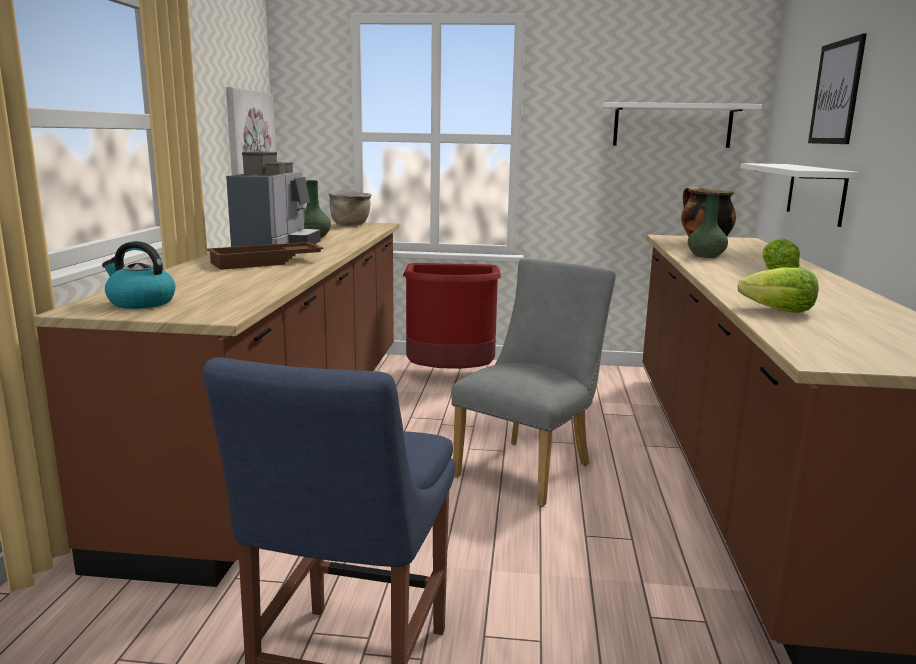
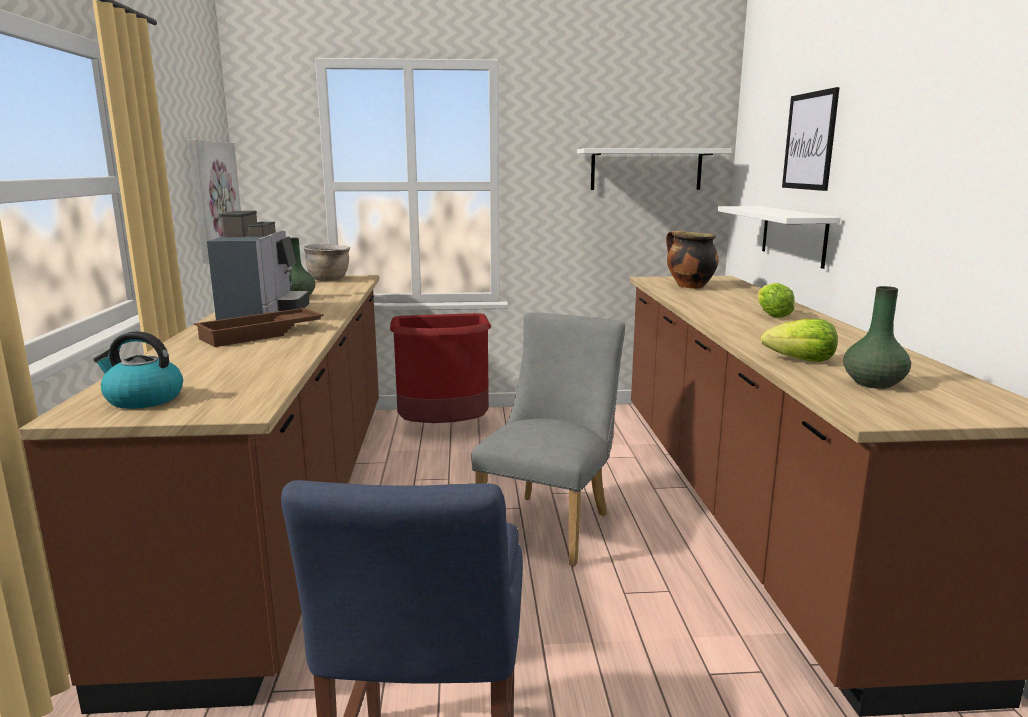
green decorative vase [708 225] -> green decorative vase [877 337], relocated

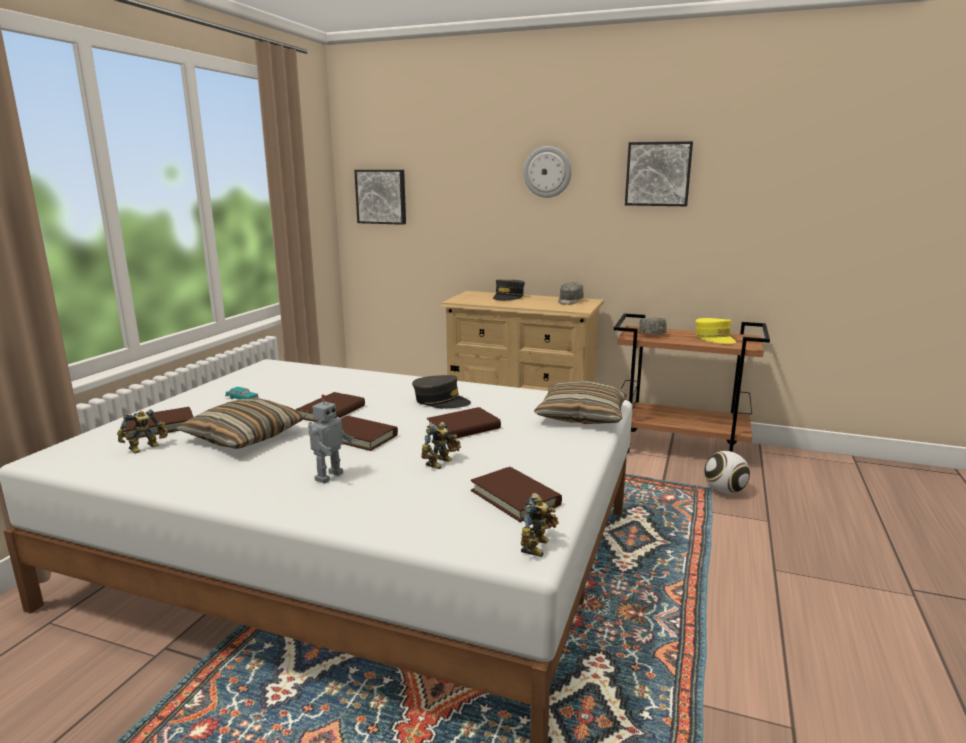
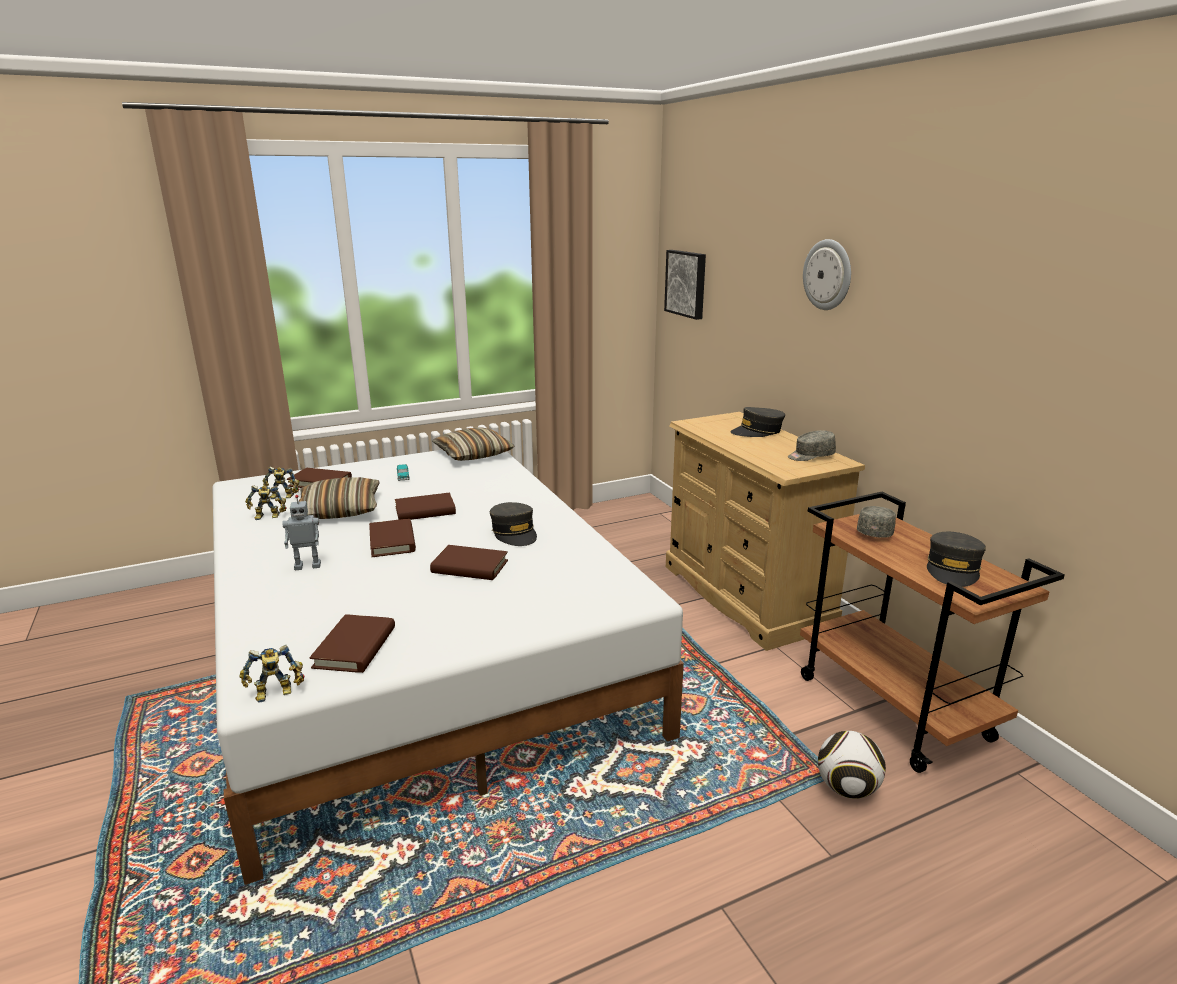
model robot [441 445] -> model robot [266 502], relocated
pillow [580 402] -> pillow [473 444], relocated
yellowish cap [715 331] -> gray cap [956 559]
wall picture [659 173] -> none

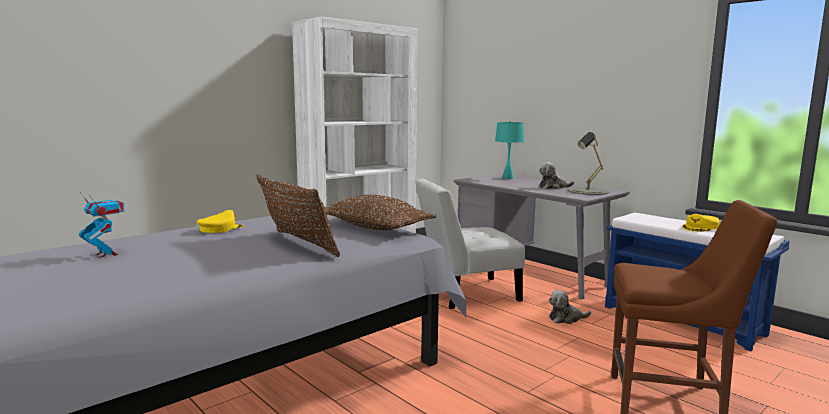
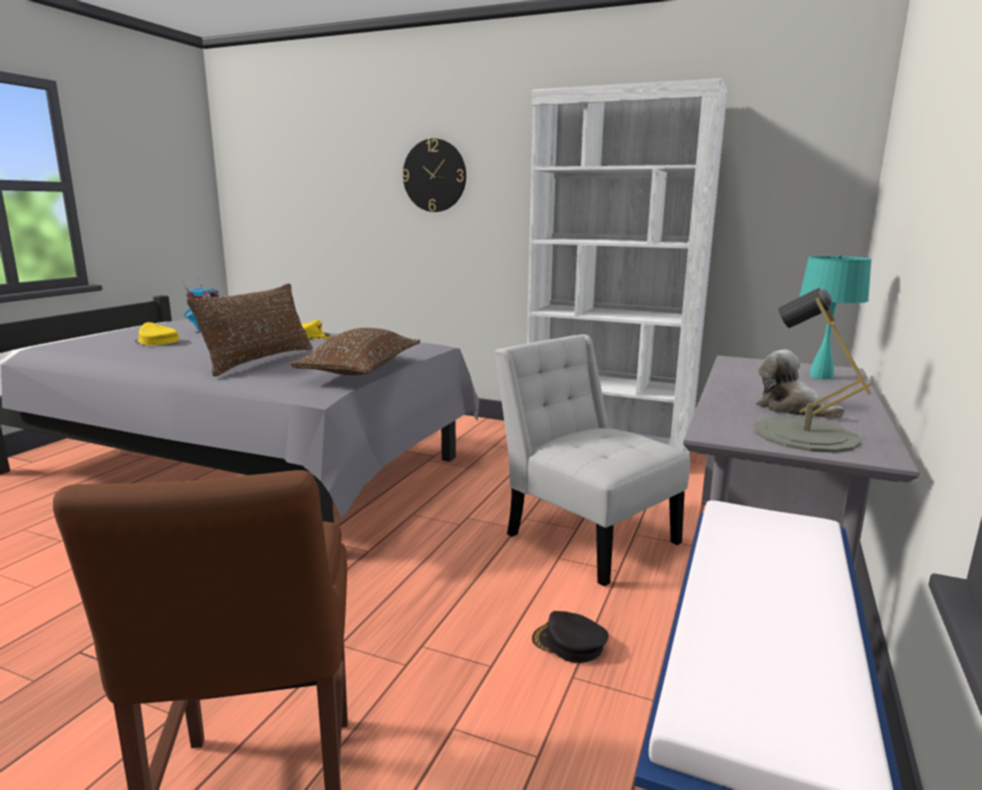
yellowish cap [701 223] -> yellowish cap [157 333], relocated
none -> hanging clock [434 175]
plush toy [570 307] -> black-coloured cap [570 637]

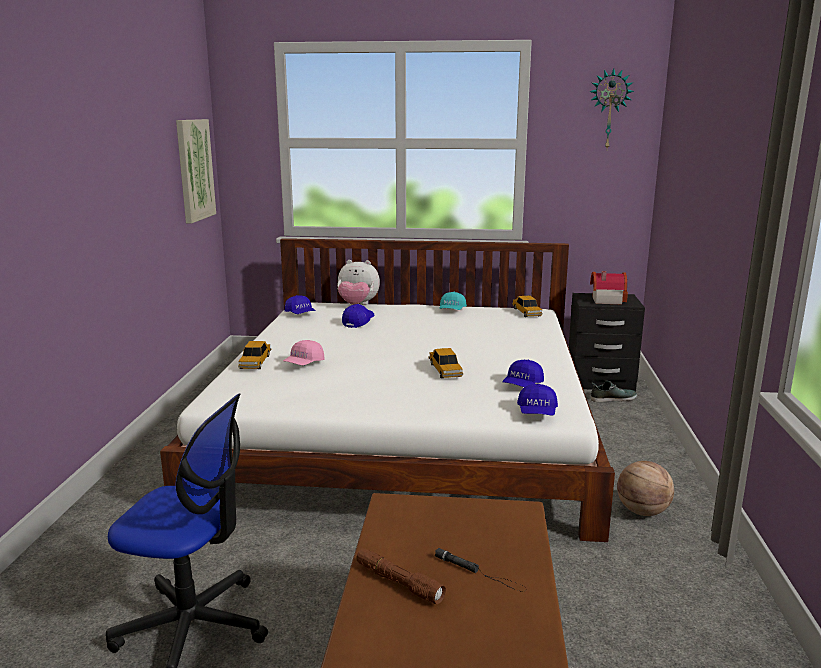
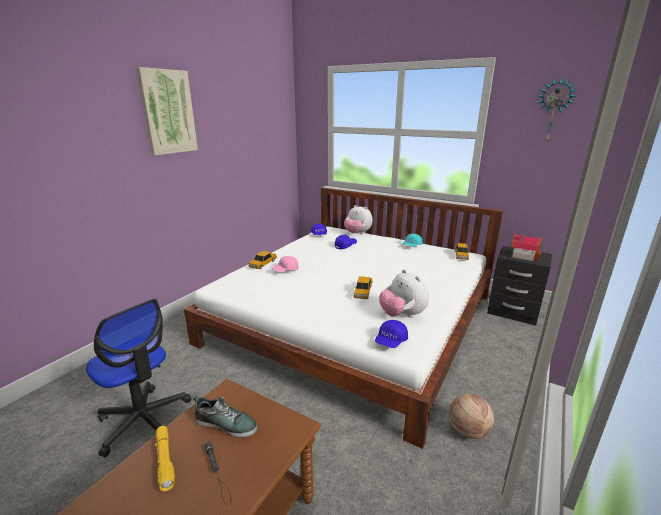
wall picture [196 171] -> wall picture [167 111], relocated
brown flashlight [401 576] -> yellowish flashlight [165 458]
item of footwear [614 391] -> item of footwear [225 416], relocated
blue cap [523 373] -> plush toy [404 293]

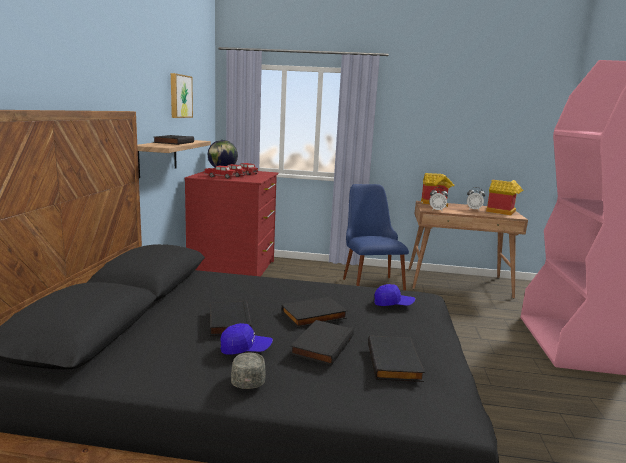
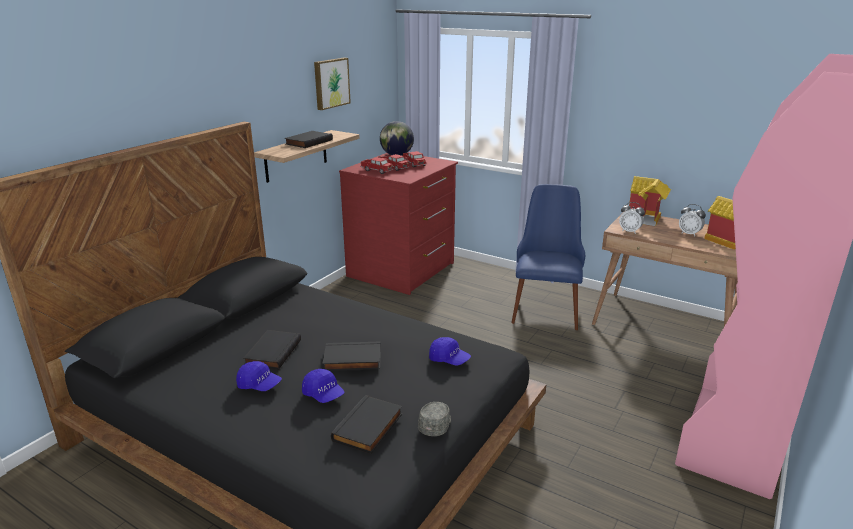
black-coloured volume [322 343] -> blue cap [323 386]
gray cap [248 371] -> gray cap [434 419], relocated

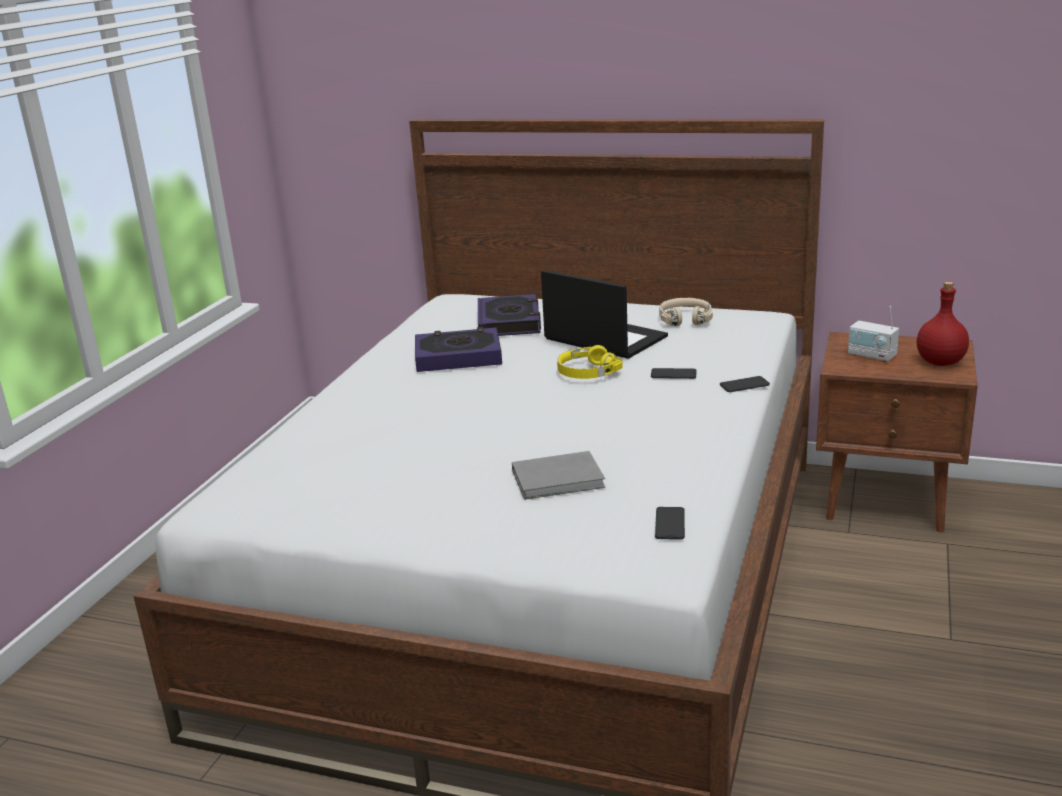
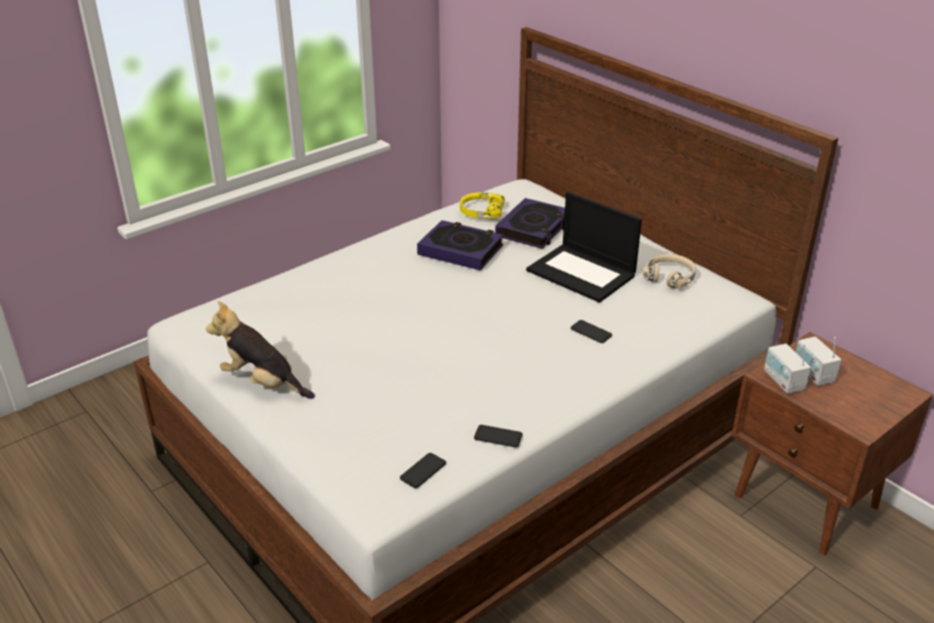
none -> plush toy [260 350]
yellowish headset [590 362] -> yellowish headset [482 205], relocated
phone [745 384] -> phone [498 436], relocated
notebook computer [604 314] -> notebook computer [584 247], 150 degrees clockwise
none -> radio [787 369]
gray volume [558 475] -> none
red-coloured beverage bottle [943 324] -> none

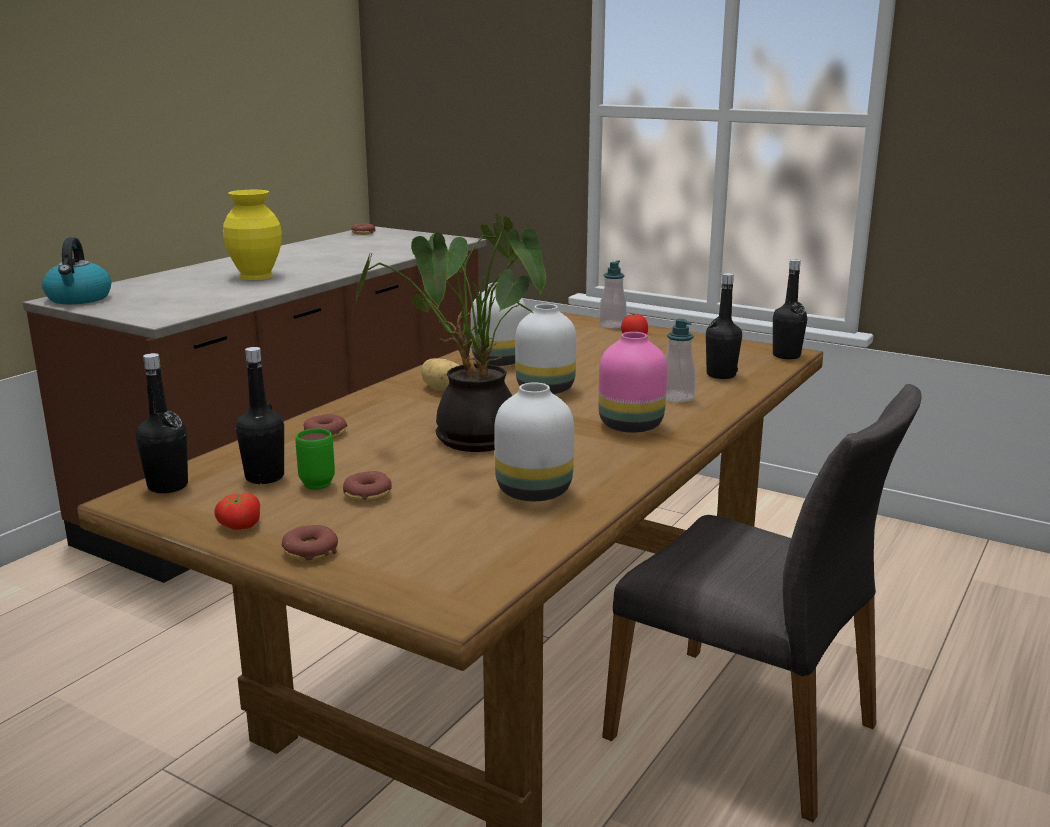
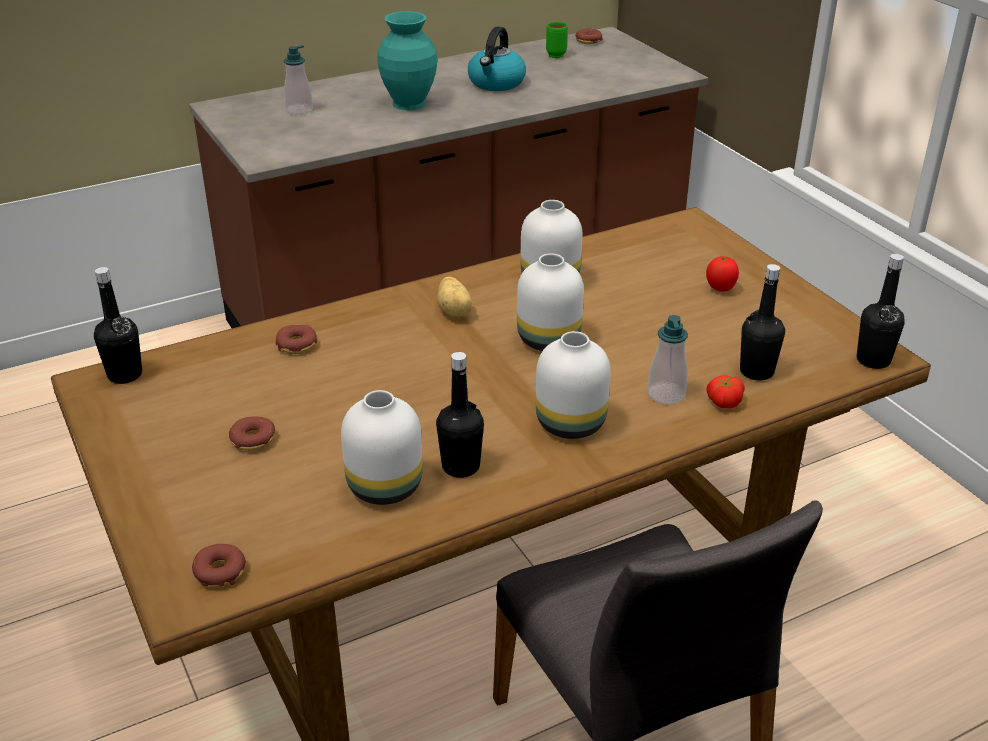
donut [310 543] -> donut [219 565], relocated
liquid soap bottle [613 294] -> liquid soap bottle [298 80], relocated
yellowish decorative vase [252 235] -> turquoise decorative vase [407 61]
black-coloured beverage bottle [260 415] -> black-coloured beverage bottle [460 415], relocated
kettle [76 270] -> kettle [497 59], relocated
pink decorative vase [632 382] -> white-coloured decorative vase [573 385]
green tea mug [315 459] -> green tea mug [557 40], relocated
whole tomato [237 511] -> whole tomato [725 392], relocated
plant in a pot [450 332] -> none

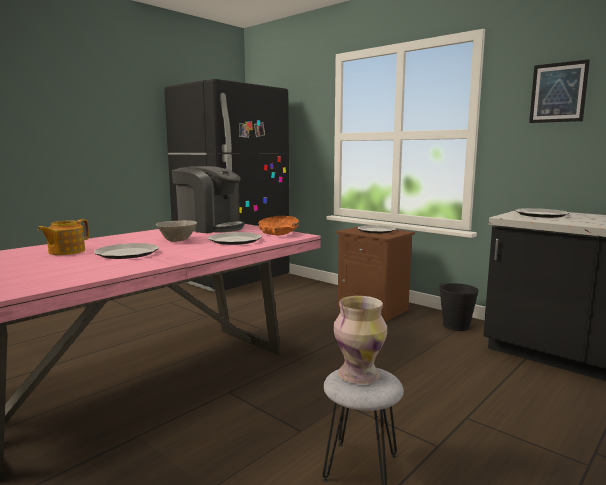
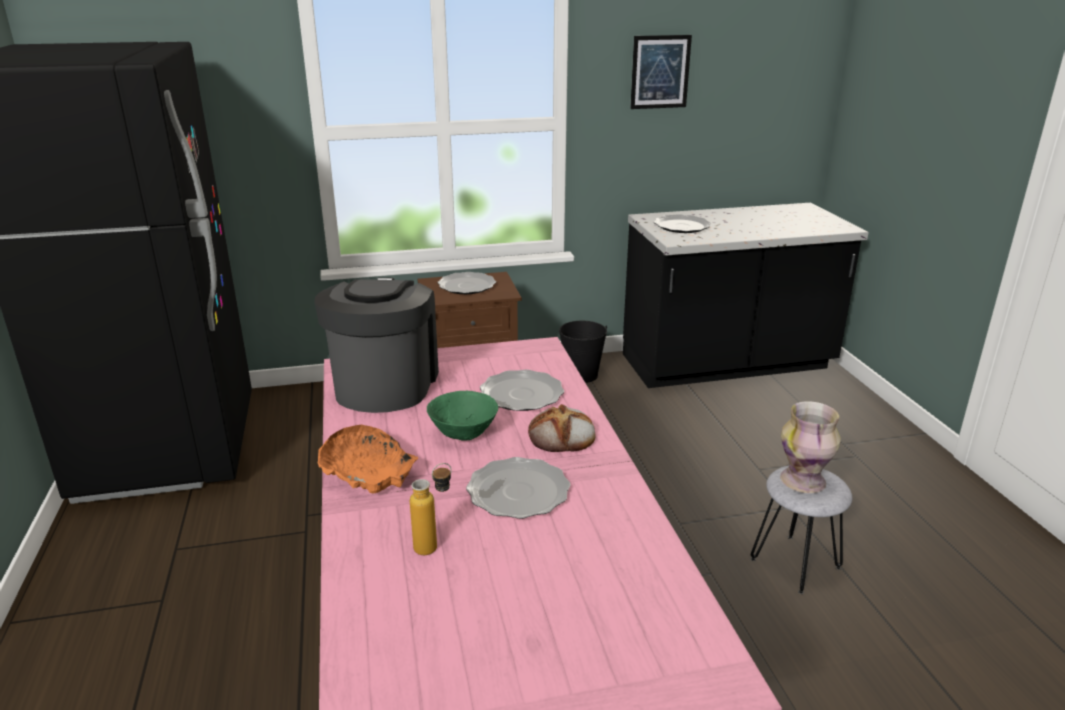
coffee machine [208 199] -> coffee machine [376 345], 60 degrees counterclockwise
orange deep dish [278 226] -> orange deep dish [368 459], relocated
pot for tea [63 237] -> beverage bottle [431 509]
gray deep dish [176 231] -> green deep dish [462 416]
none -> bread [562 428]

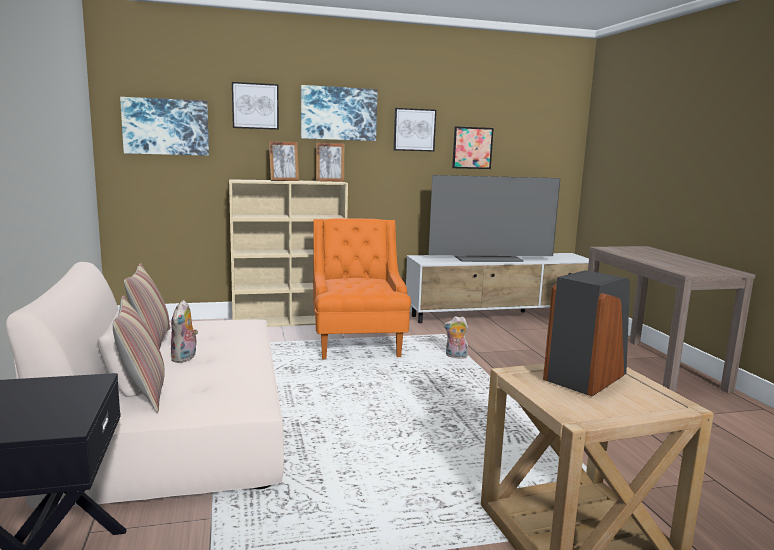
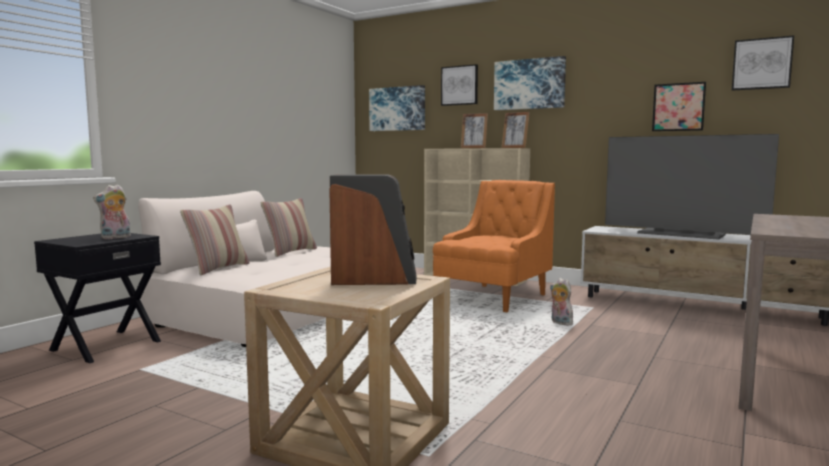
plush toy [184 331] -> plush toy [112 211], relocated
wall picture [414 130] -> wall picture [763 63], relocated

